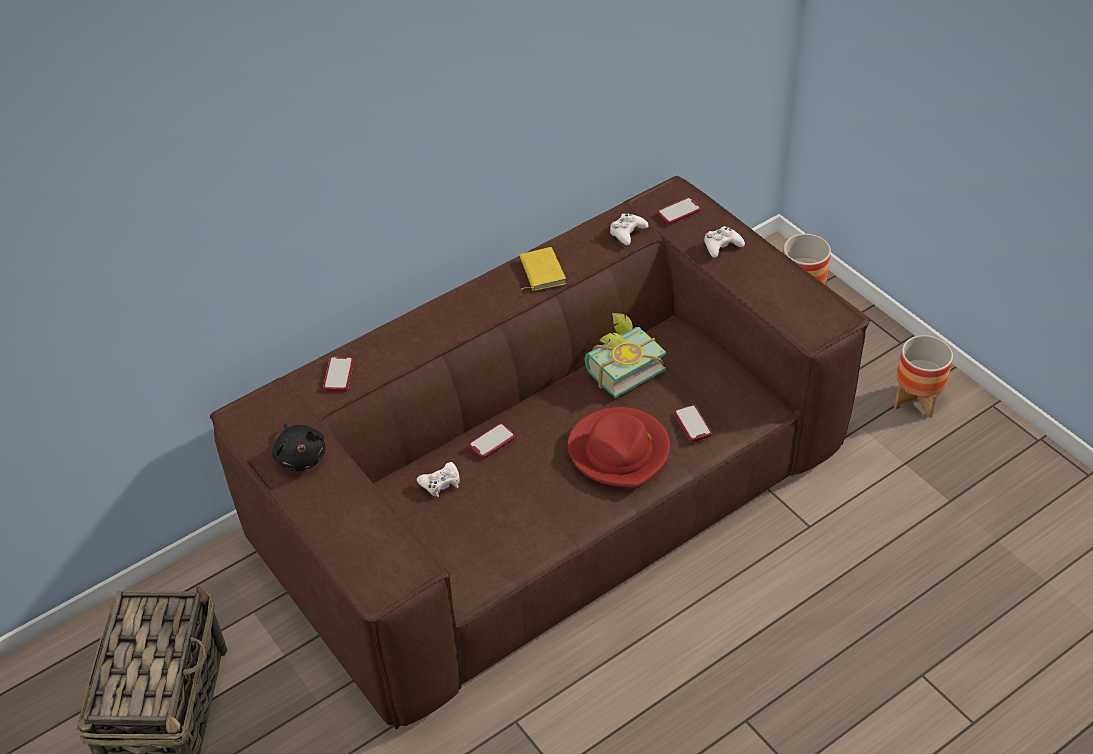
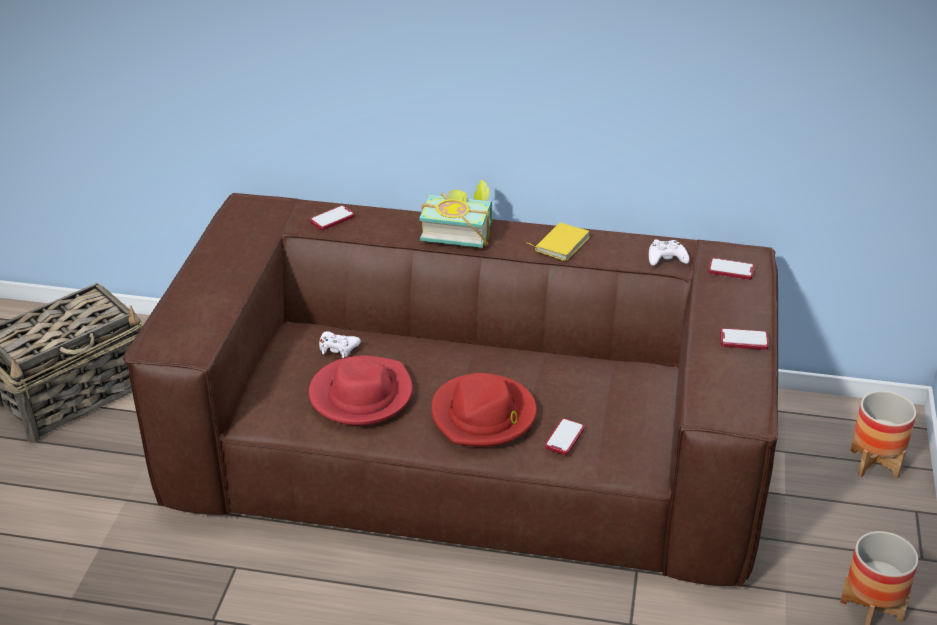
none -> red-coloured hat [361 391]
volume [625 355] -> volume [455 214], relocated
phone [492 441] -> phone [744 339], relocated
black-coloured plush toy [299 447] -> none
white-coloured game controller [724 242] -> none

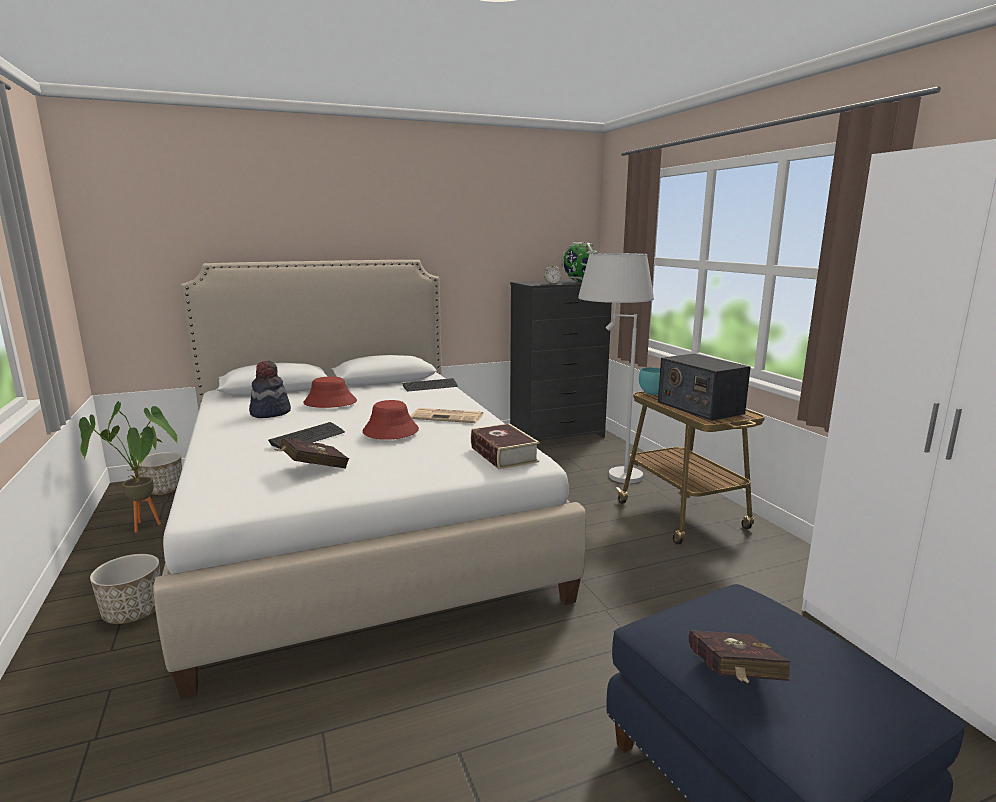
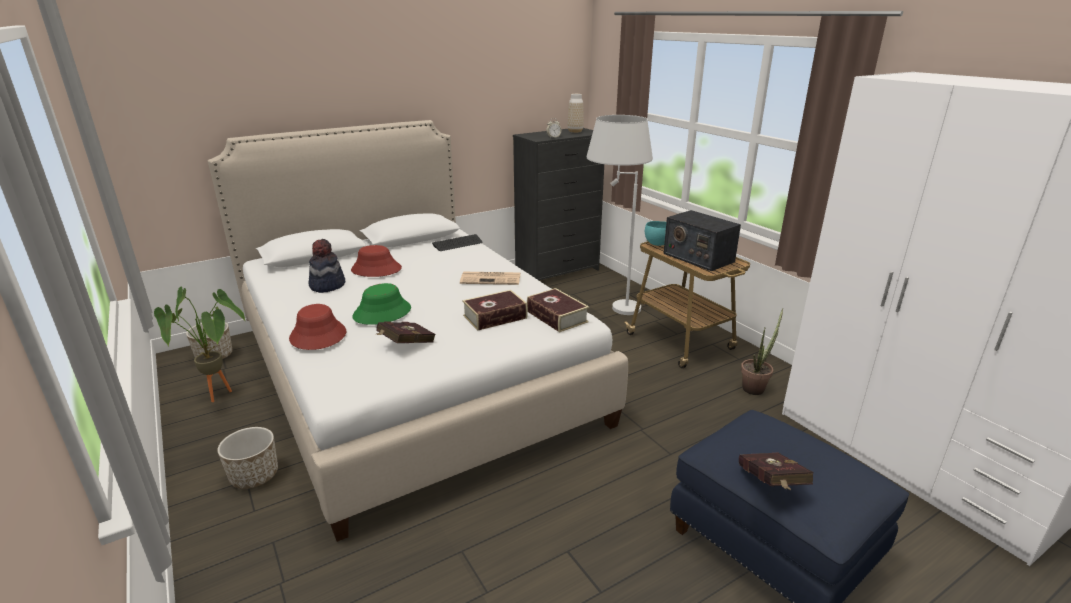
red-coloured hat [391 420] -> red-coloured hat [317 327], relocated
PC keyboard [306 435] -> green hat [381 304]
none -> volume [495 310]
world globe [579 262] -> decorative vase [576 113]
none -> plant in a pot [762 351]

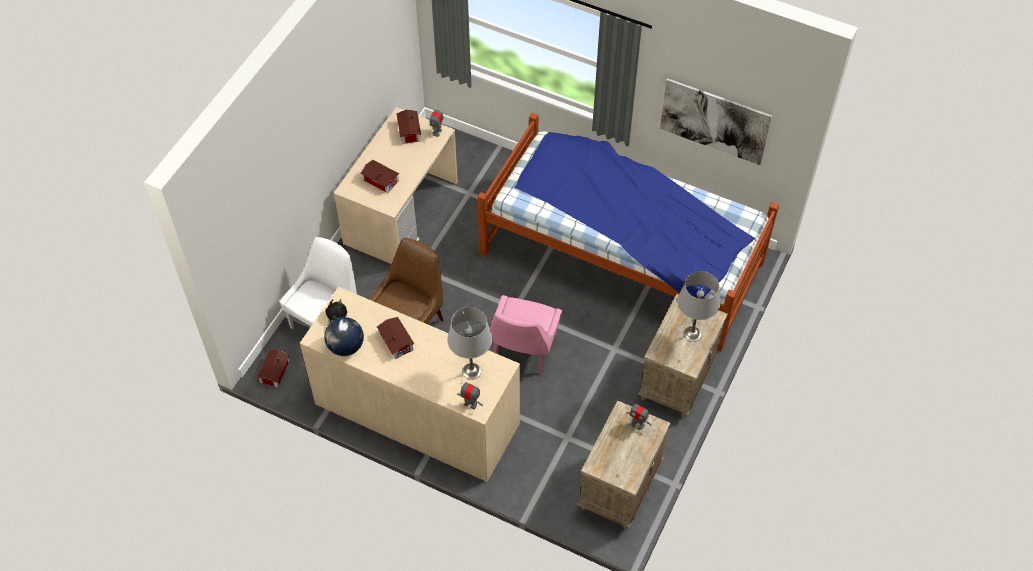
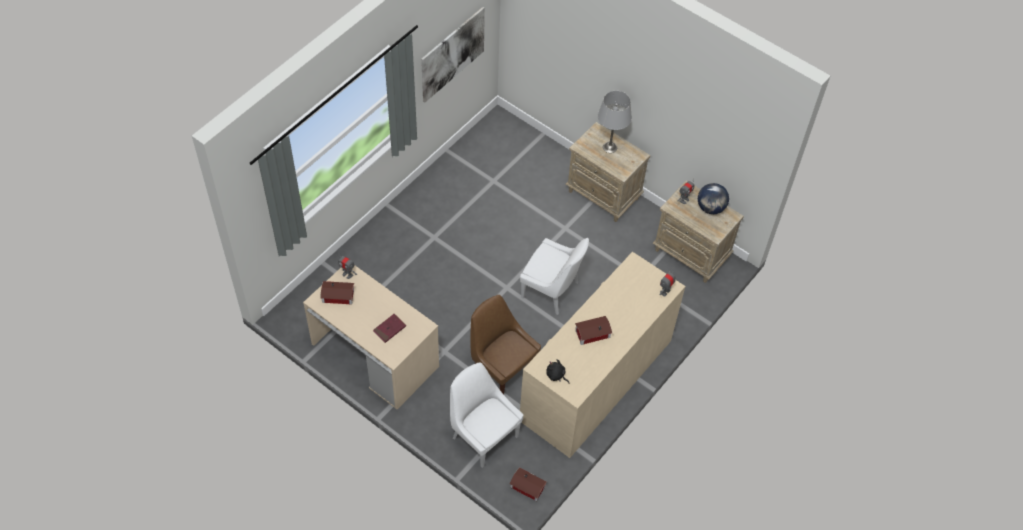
toy house [379 176] -> red-coloured volume [389 328]
pink upright chair [526 334] -> white-coloured upright chair [554 276]
world globe [344 336] -> world globe [713 198], relocated
gray table lamp [469 343] -> none
bedroom bed [628 232] -> none

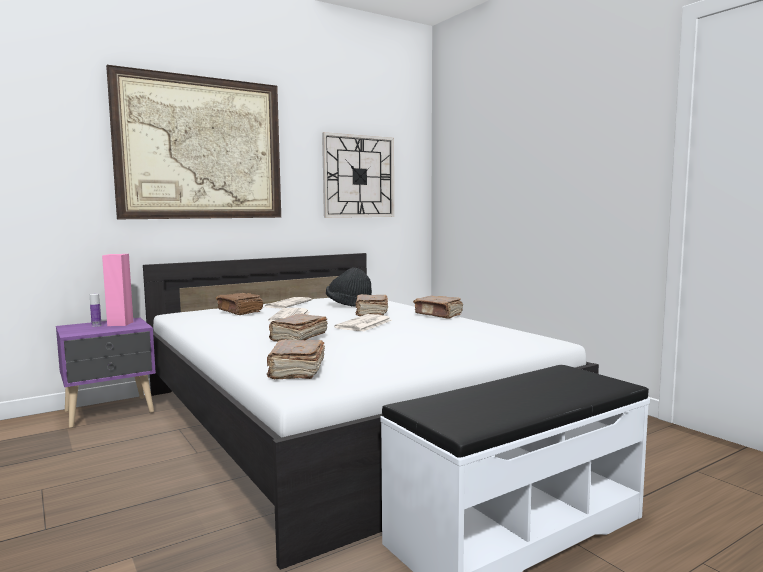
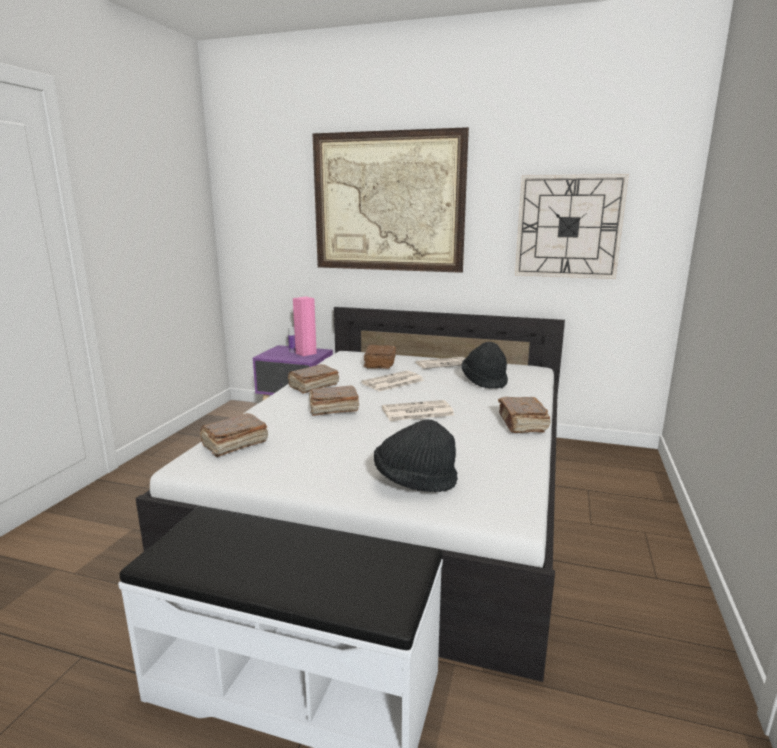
brown volume [371 305] -> brown volume [313 379], relocated
none -> black-coloured hat [416 455]

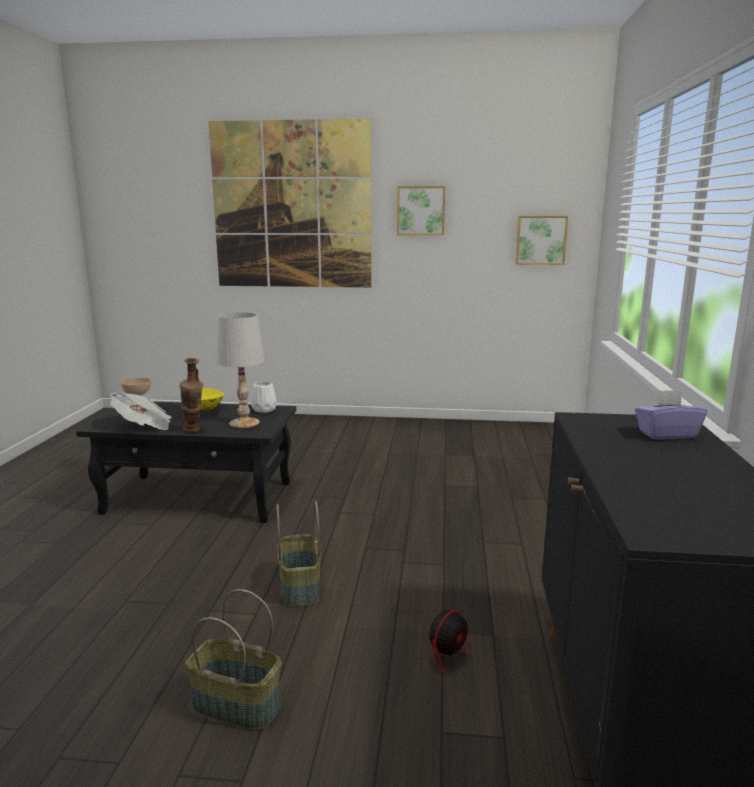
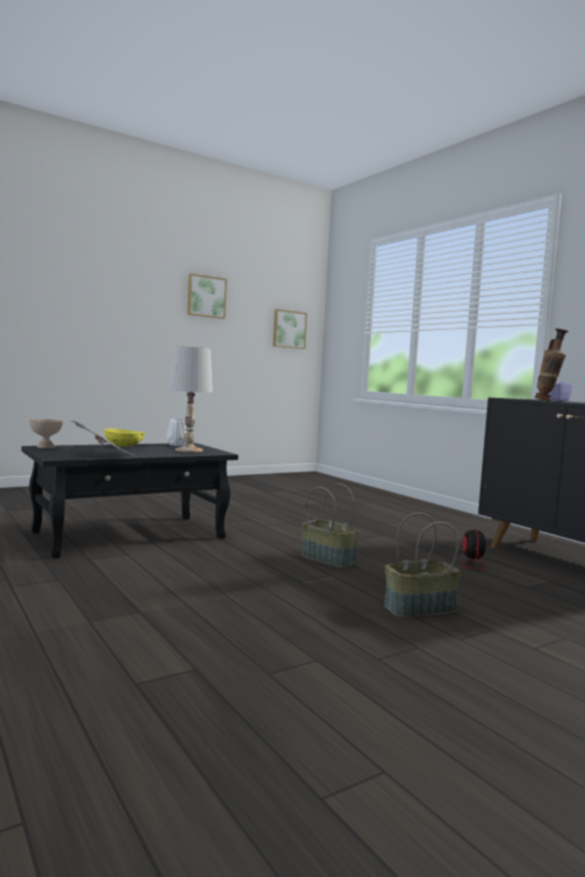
decorative vase [191 395] -> decorative vase [552 364], relocated
wall picture [290 203] -> none

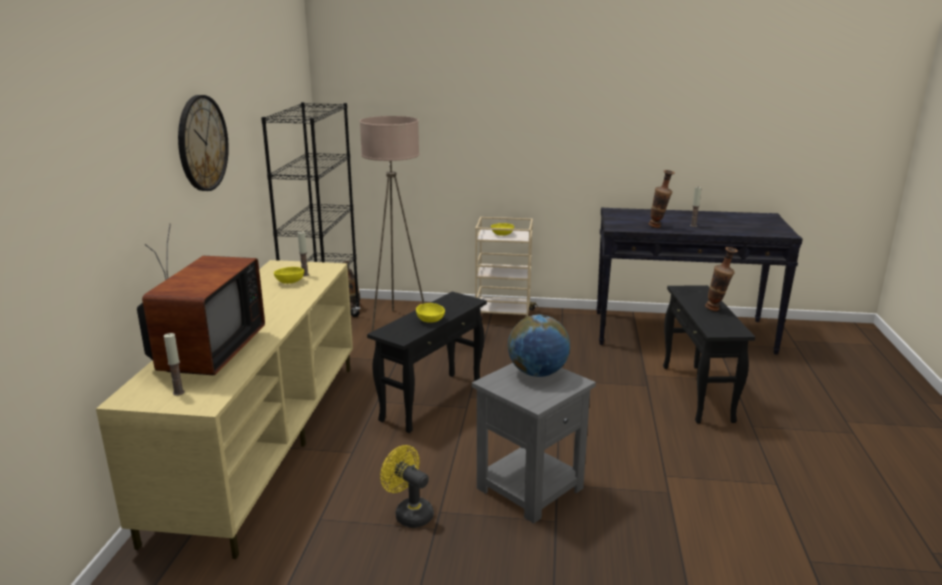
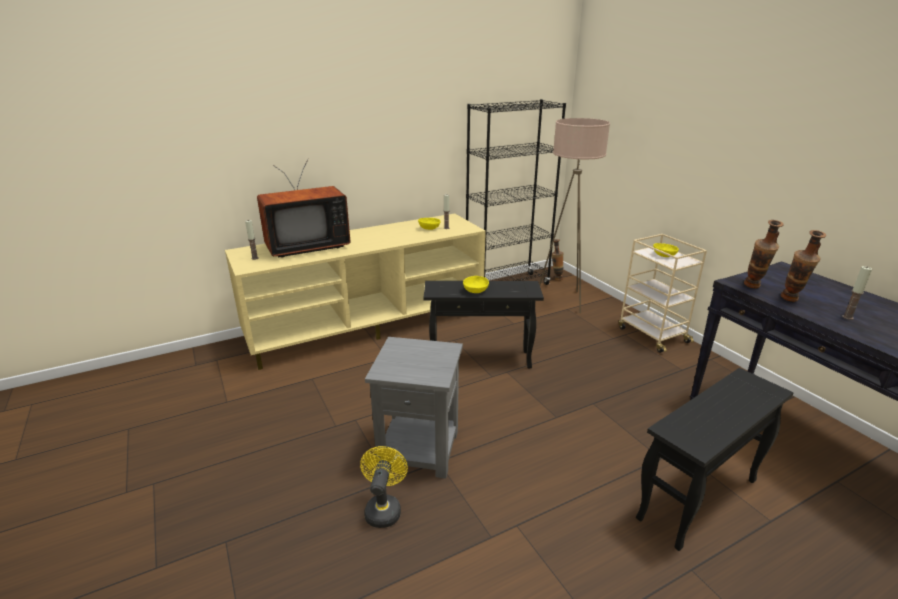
yellowish cooling fan [407 486] -> yellowish cooling fan [384 487], relocated
decorative vase [721 279] -> decorative vase [764 254], relocated
hanging clock [203 143] -> none
world globe [539 346] -> none

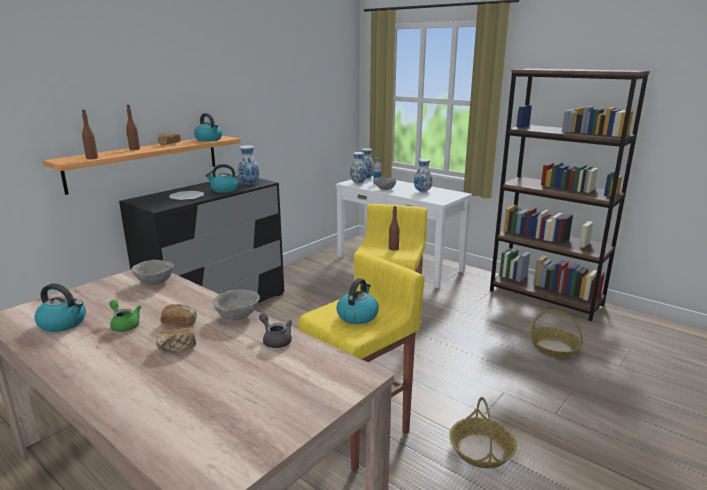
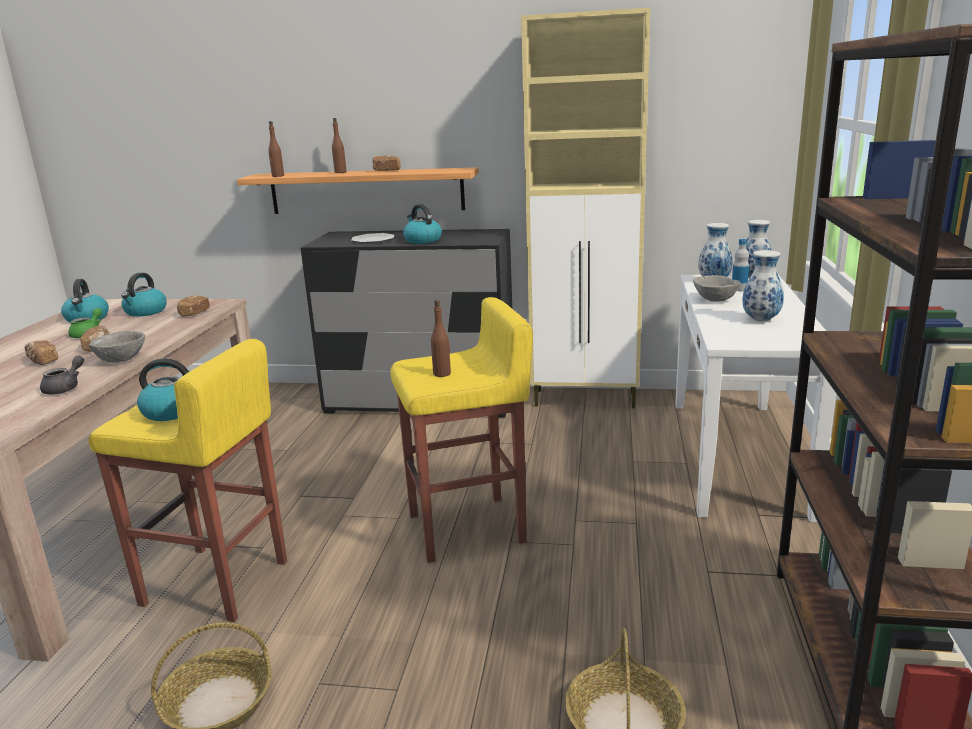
kettle [208 127] -> kettle [144 295], relocated
gray deep dish [153 272] -> bread [193 306]
none -> sand-coloured cabinet [585 208]
decorative vase [249 165] -> none

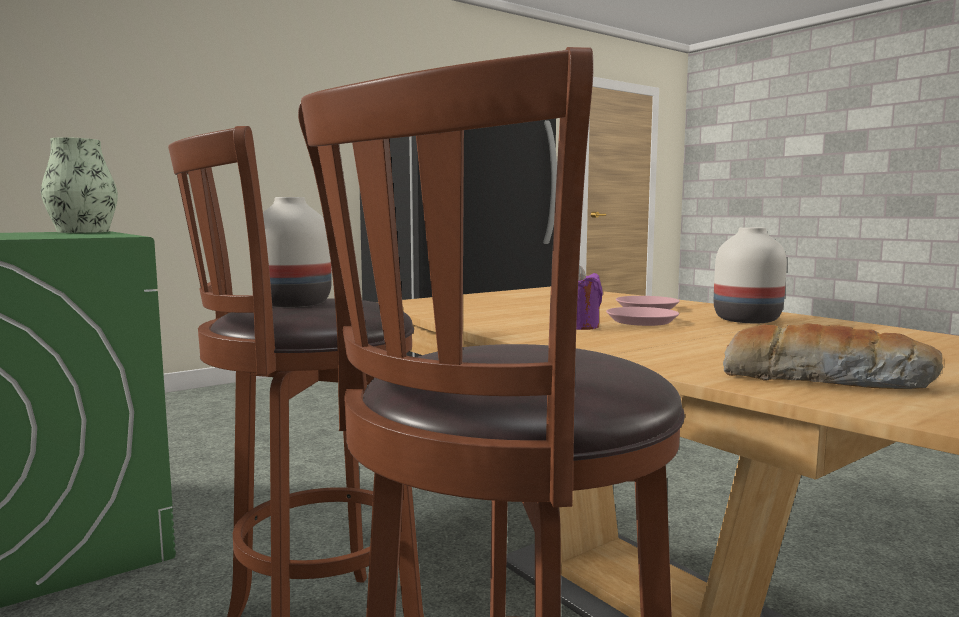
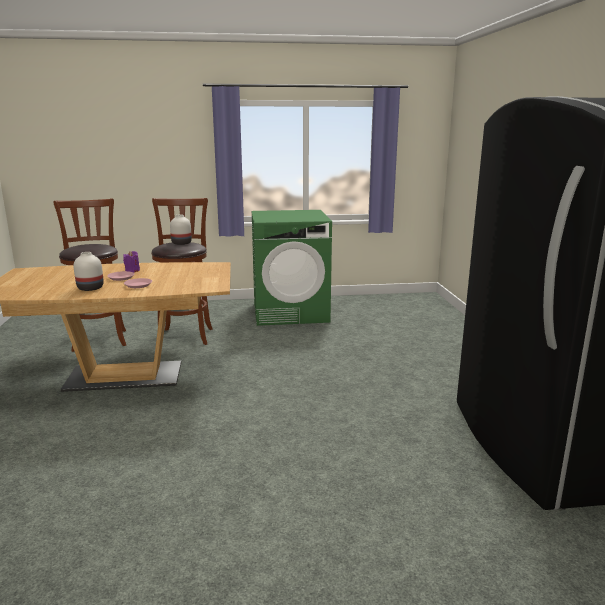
decorative vase [79 185] -> none
bread [833 356] -> none

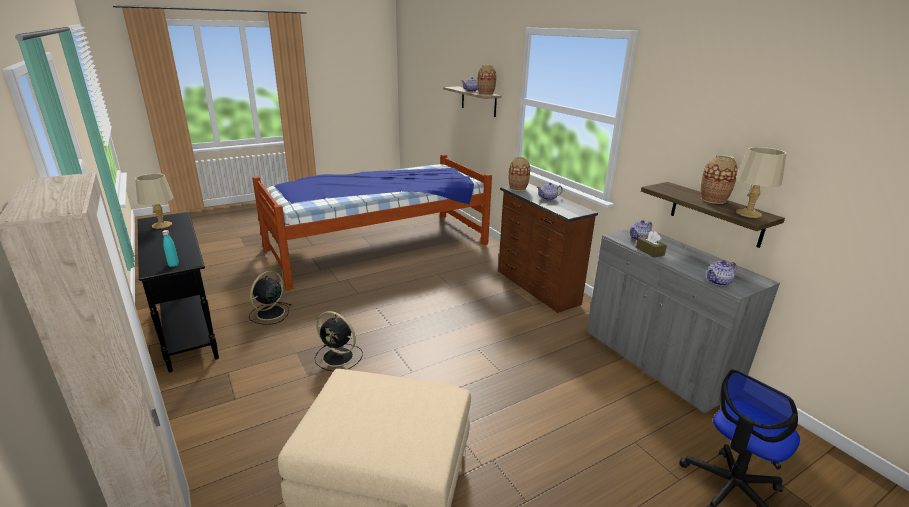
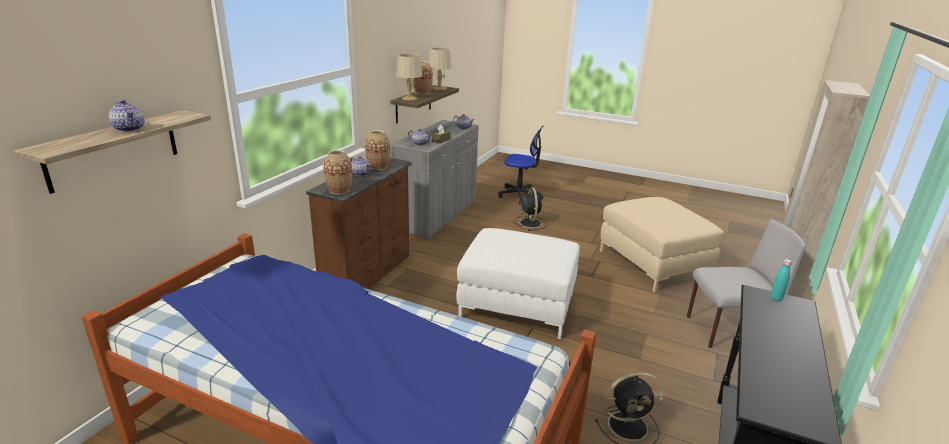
decorative vase [487 79] -> decorative vase [377 150], relocated
sand-coloured table lamp [154 201] -> sand-coloured table lamp [409 77], relocated
none -> white-coloured ottoman [518 283]
black-coloured cooling fan [338 341] -> black-coloured cooling fan [529 209], relocated
none -> gray upright chair [746 283]

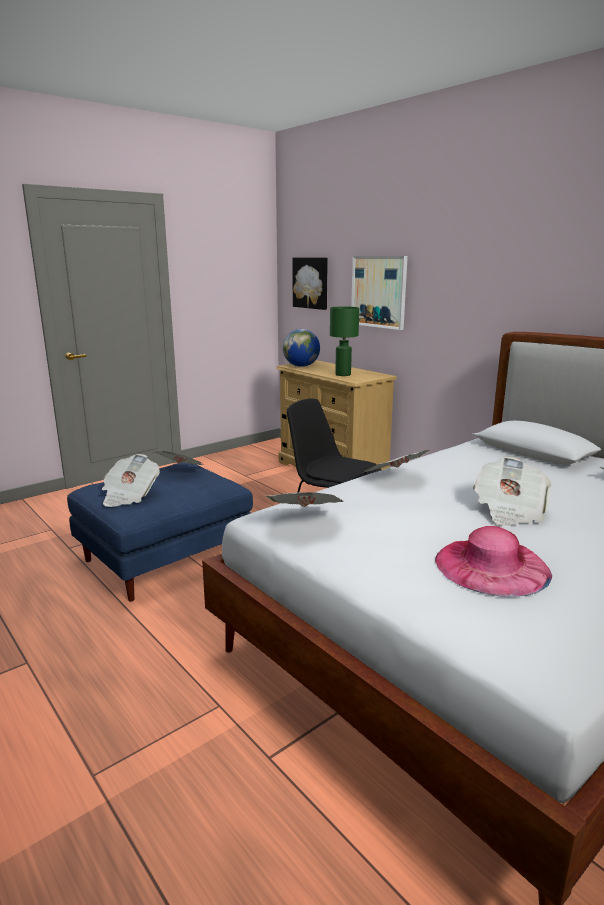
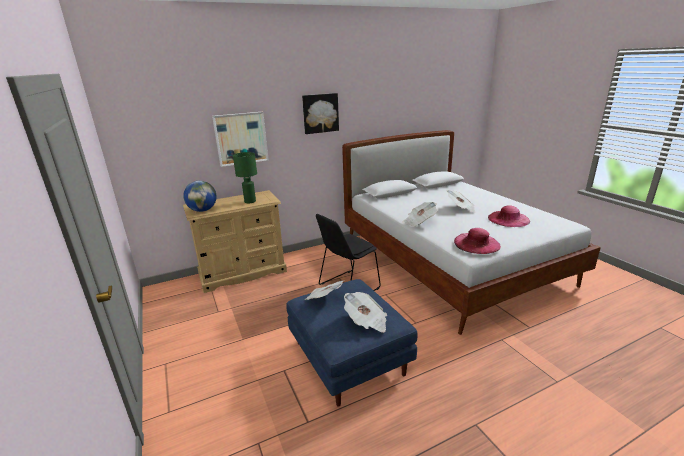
wall picture [310 284] -> wall picture [320 113], relocated
printed paper [304 499] -> pink hat [477 241]

